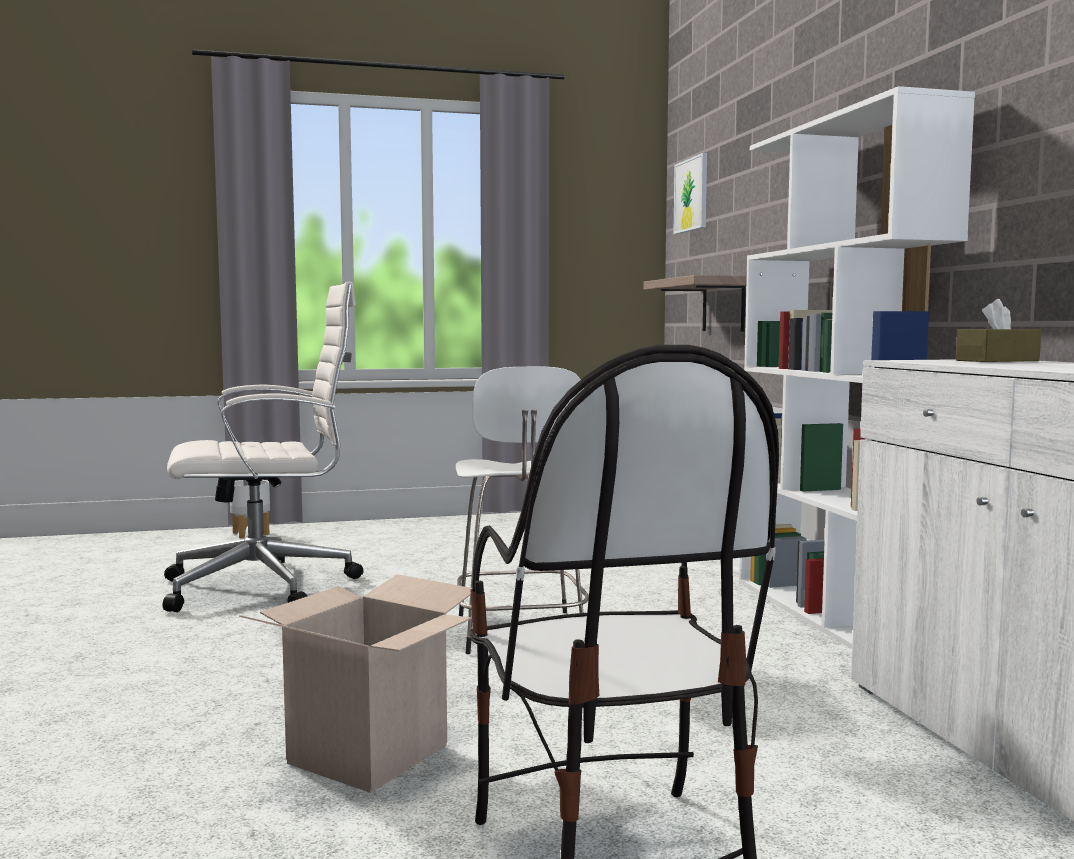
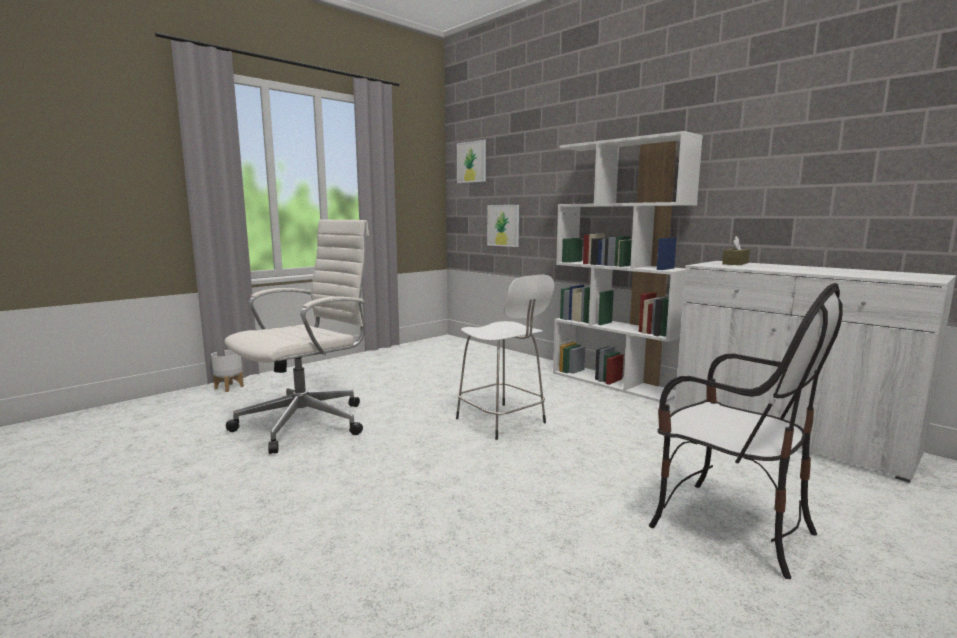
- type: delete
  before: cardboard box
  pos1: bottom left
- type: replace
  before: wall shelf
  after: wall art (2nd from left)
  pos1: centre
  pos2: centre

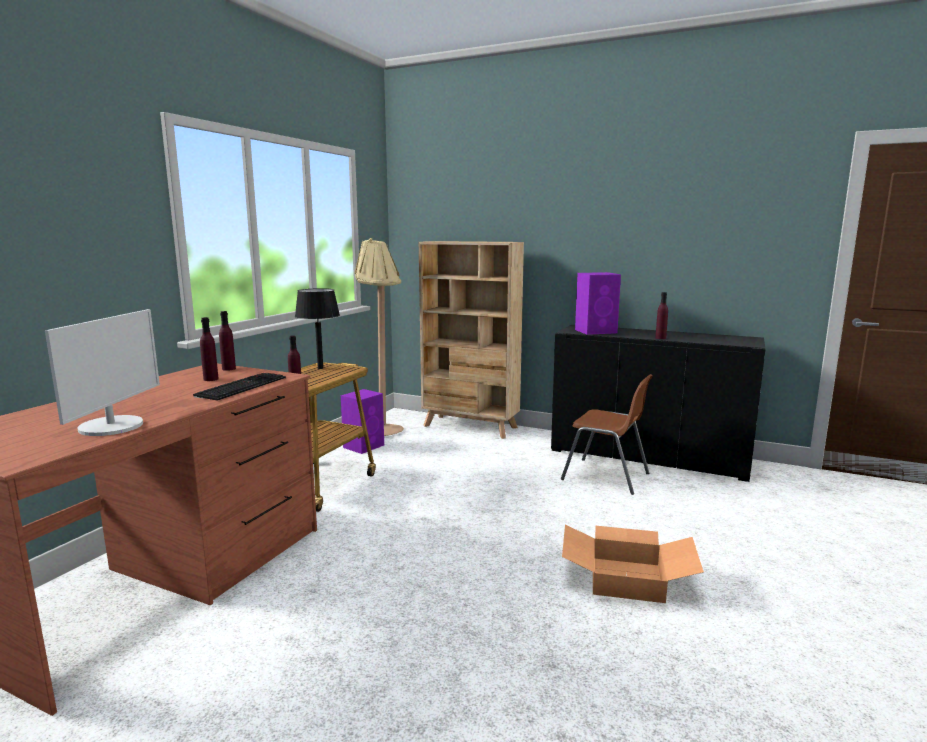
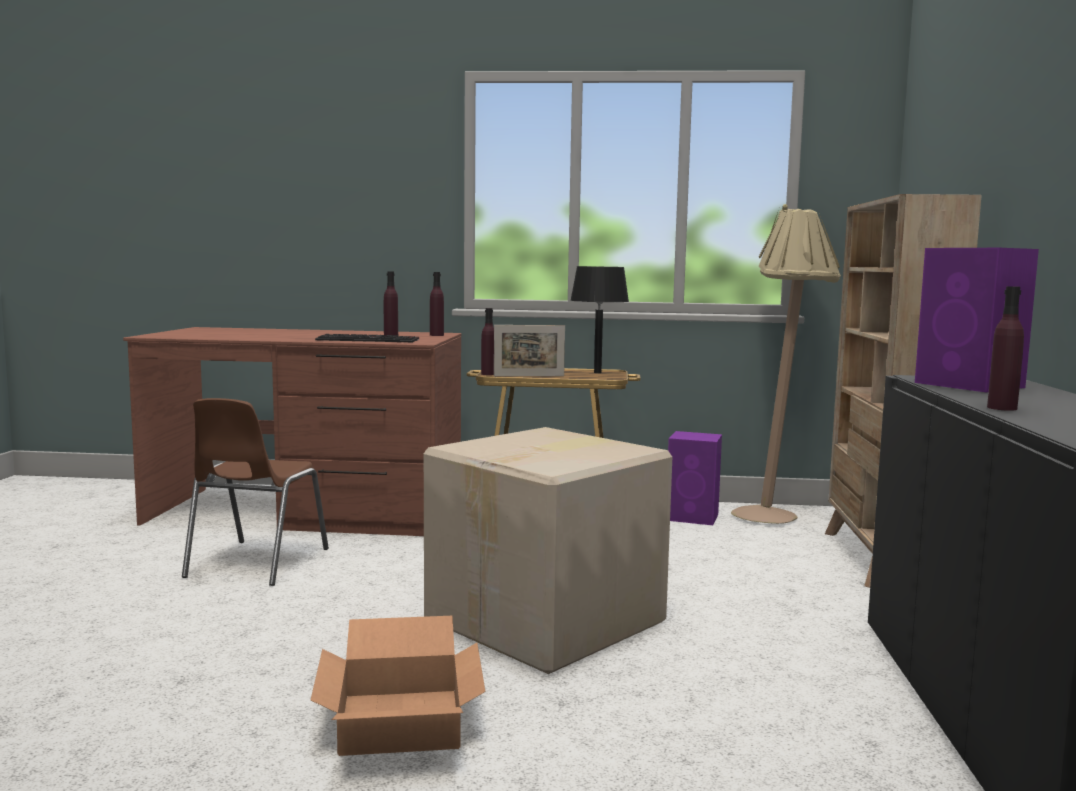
- type: delete
  before: monitor
  pos1: middle left
- type: move
  before: brownish plain chair
  pos1: centre
  pos2: middle left
- type: insert
  after: cardboard box (2nd from left)
  pos2: bottom centre
- type: insert
  after: photo frame
  pos2: centre

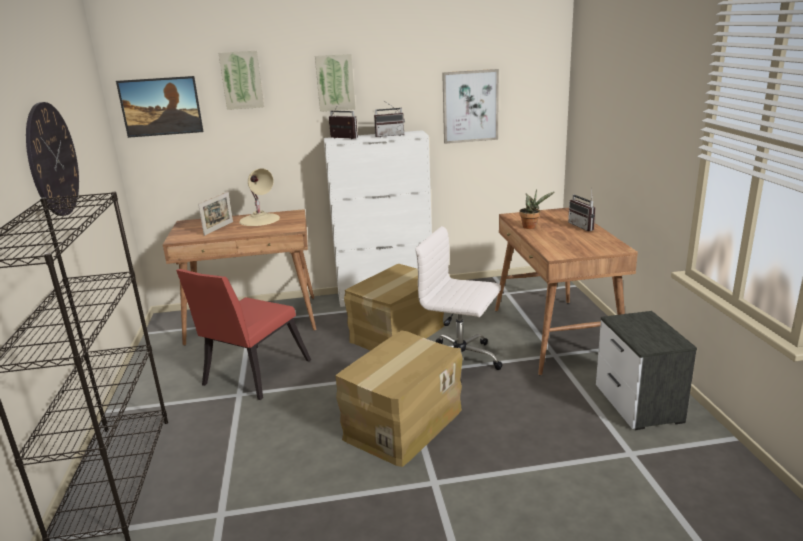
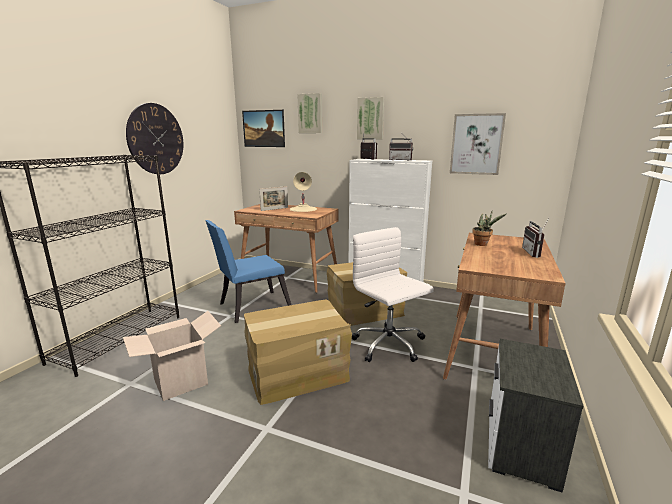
- type: recolor
  before: red-coloured plain chair
  after: blue plain chair
  pos1: middle left
  pos2: centre
- type: insert
  after: cardboard box (1st from left)
  pos2: bottom left

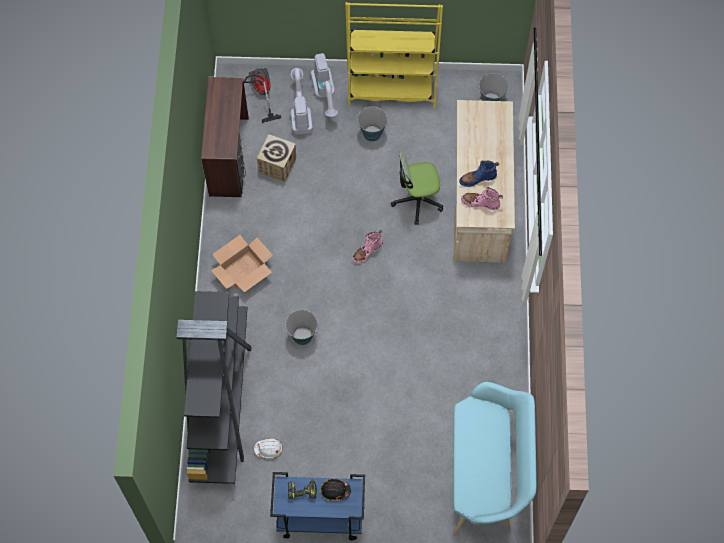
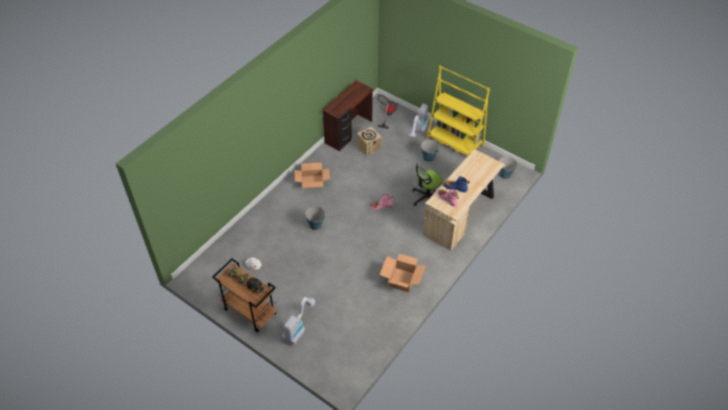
- type: delete
  before: blackish bookcase
  pos1: bottom left
- type: recolor
  before: blue trolley
  after: brownish trolley
  pos1: bottom centre
  pos2: bottom centre
- type: move
  before: hoover (2nd from left in the first image)
  after: hoover (1st from left)
  pos1: top centre
  pos2: bottom centre
- type: rotate
  before: desk chair
  pos1: centre
  pos2: centre
  turn: -60
- type: delete
  before: turquoise-coloured indoor bench
  pos1: bottom right
- type: insert
  after: cardboard box (3rd from left)
  pos2: centre

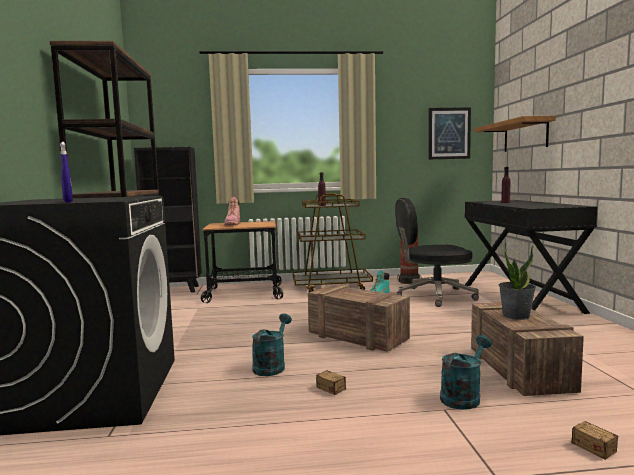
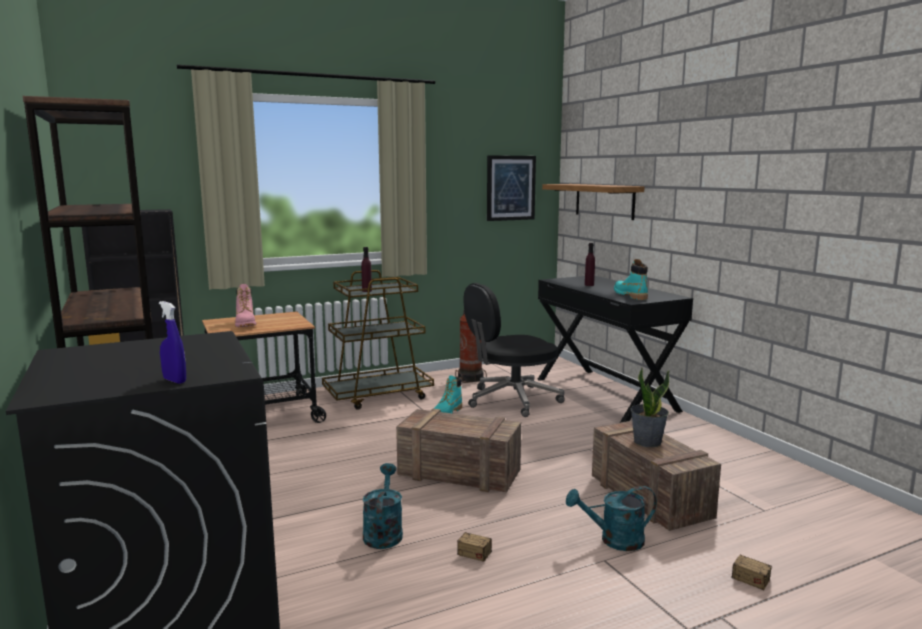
- type: rotate
  before: turquoise-coloured watering pot (2nd from left)
  pos1: bottom right
  pos2: bottom centre
  turn: -120
- type: insert
  after: turquoise-coloured high-top boot (2nd from left)
  pos2: middle right

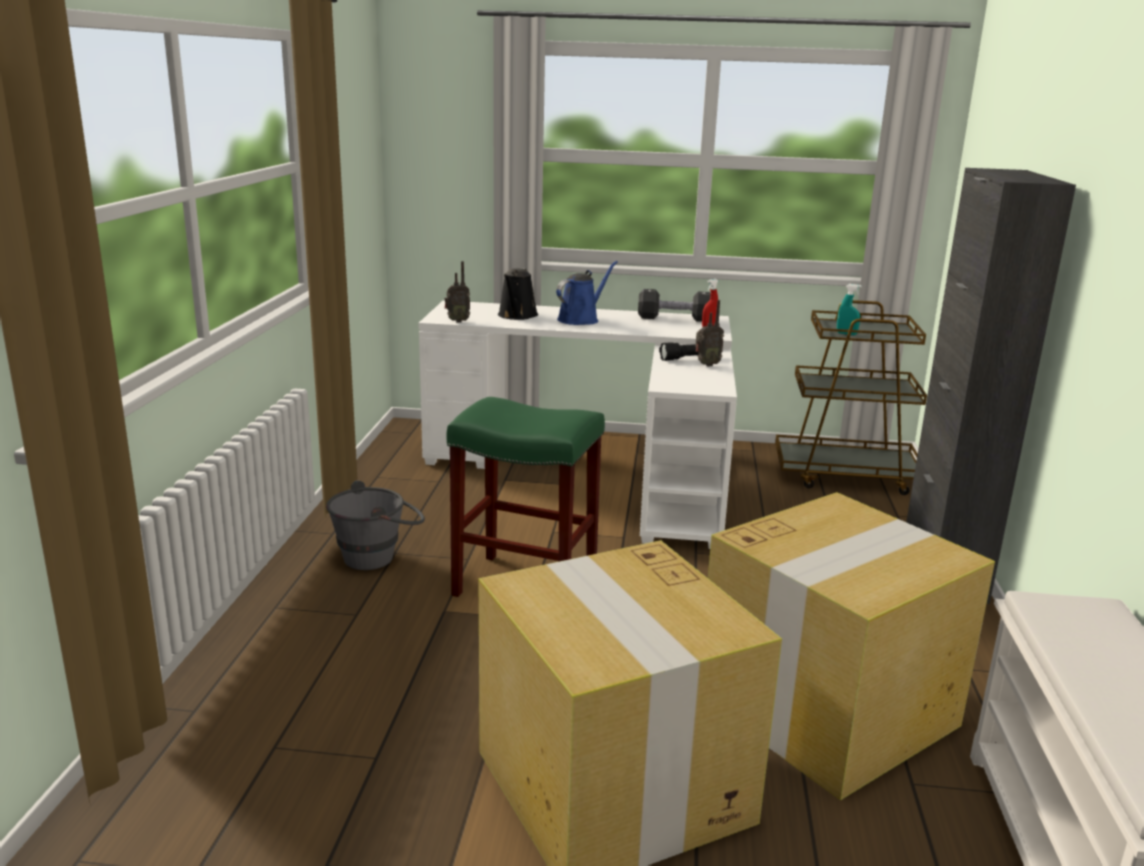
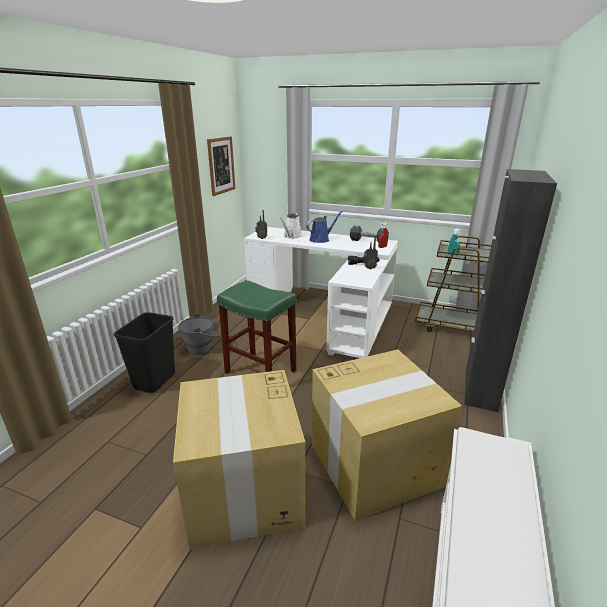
- type: recolor
  before: blackish watering pot
  after: white watering pot
  pos1: centre
  pos2: centre
- type: insert
  after: blackish rubbish bin
  pos2: middle left
- type: insert
  after: wall art
  pos2: top centre

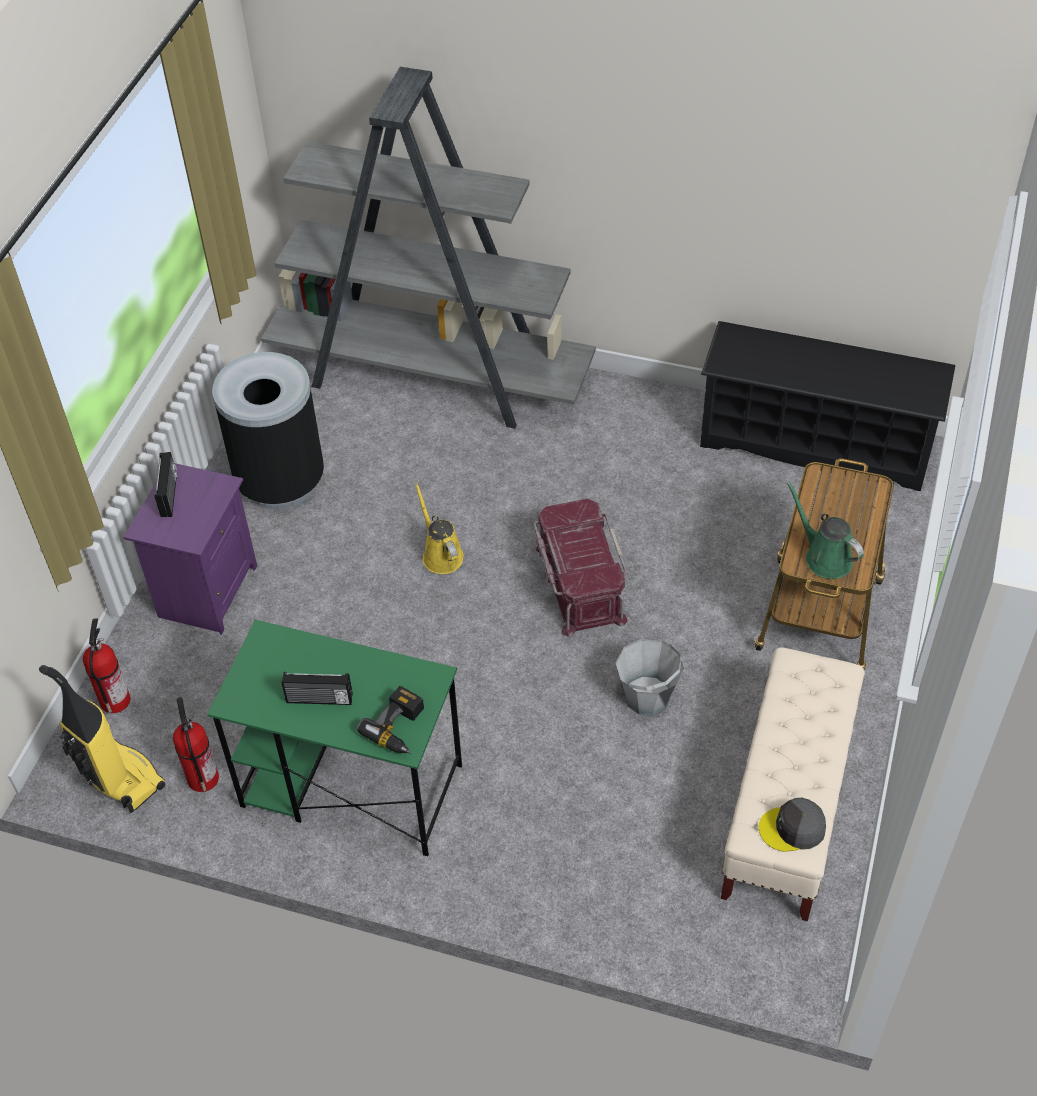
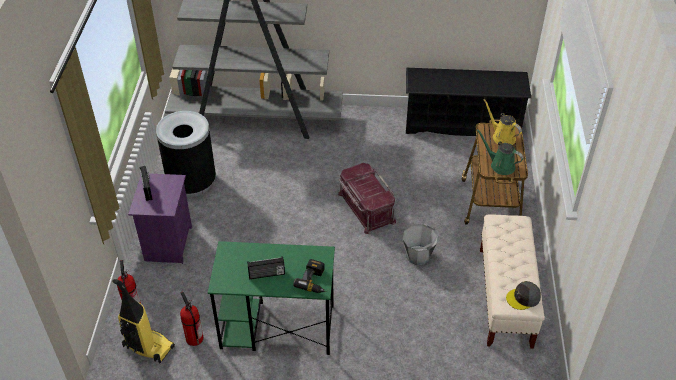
- type: move
  before: yellow-coloured watering pot
  pos1: centre
  pos2: top right

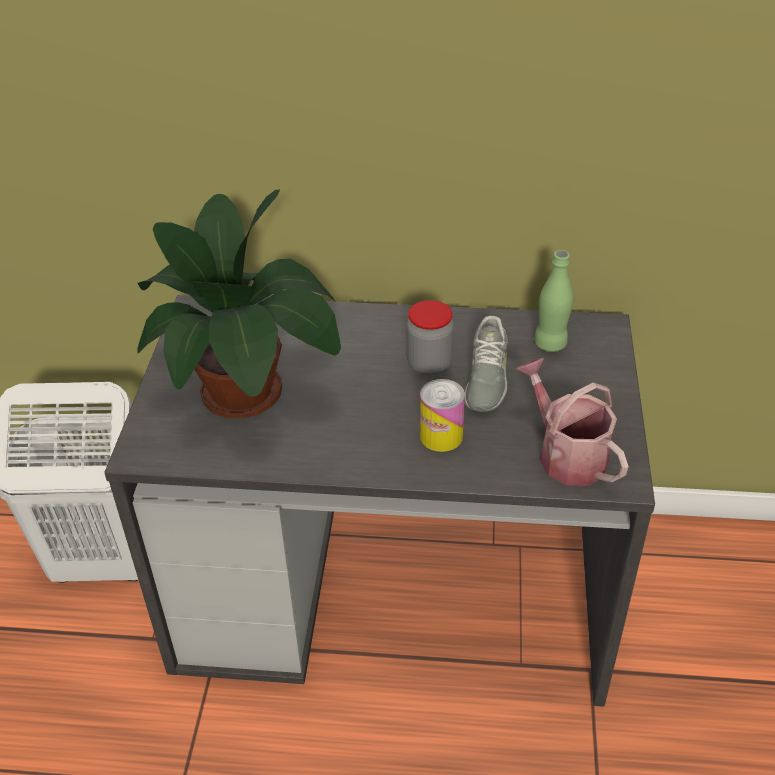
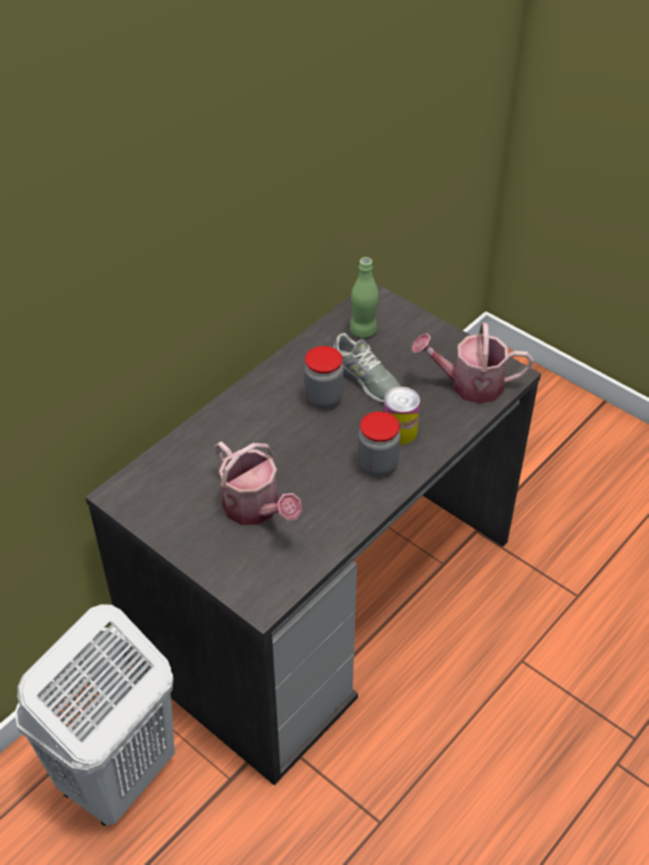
- type: replace
  before: potted plant
  after: watering pot (1st from left)
  pos1: middle left
  pos2: centre
- type: insert
  after: storage jar (2nd from left)
  pos2: centre

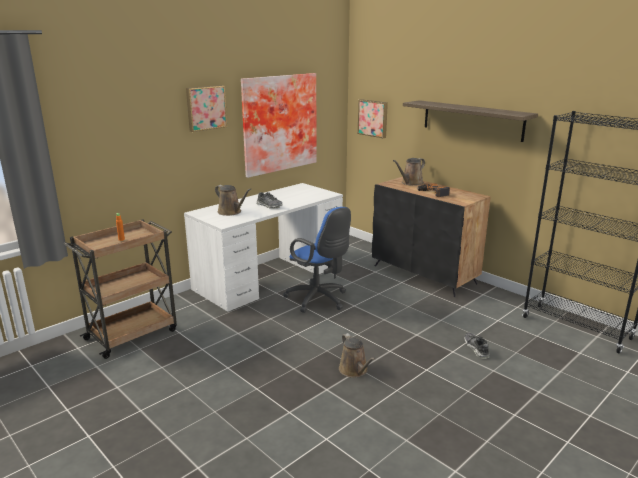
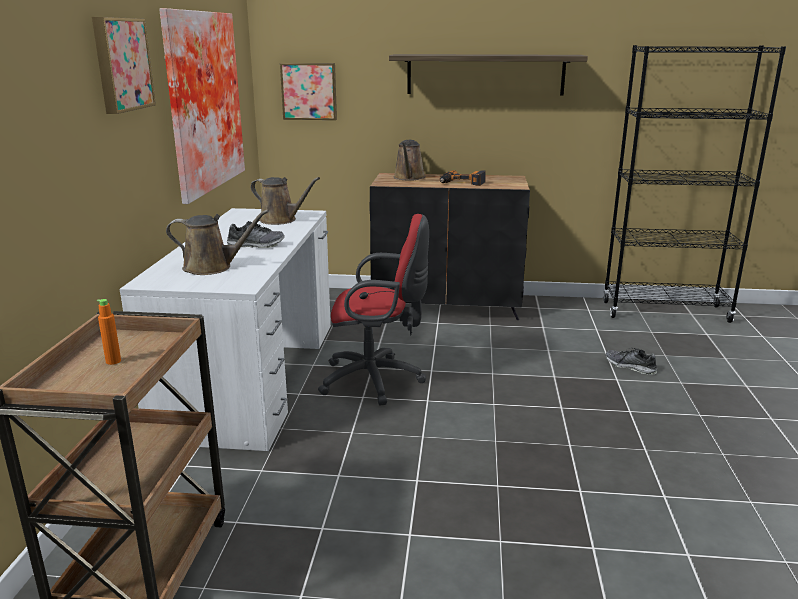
- type: recolor
  before: blue desk chair
  after: red-coloured desk chair
  pos1: centre
  pos2: centre
- type: move
  before: brownish watering pot (2nd from left)
  pos1: bottom centre
  pos2: centre

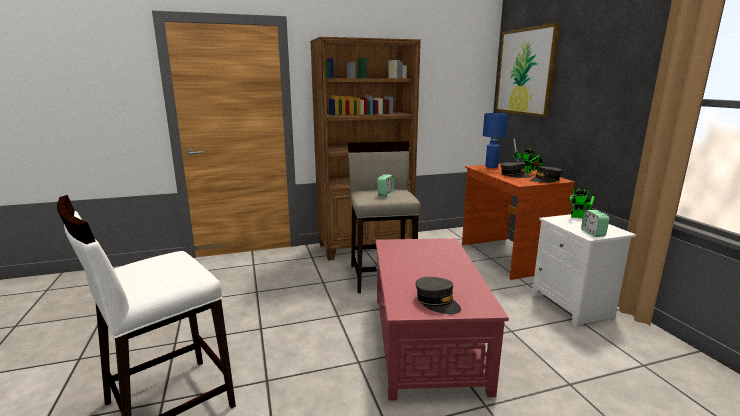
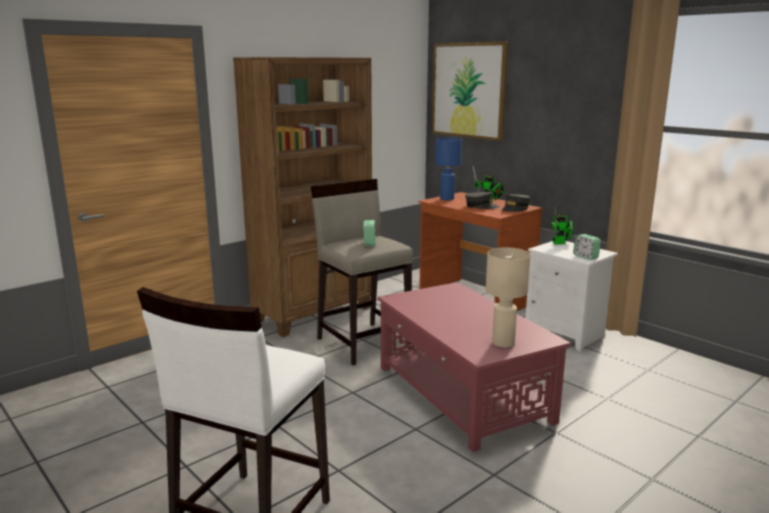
- type: replace
  before: grey cap (1st from left)
  after: beige table lamp
  pos1: bottom centre
  pos2: centre

